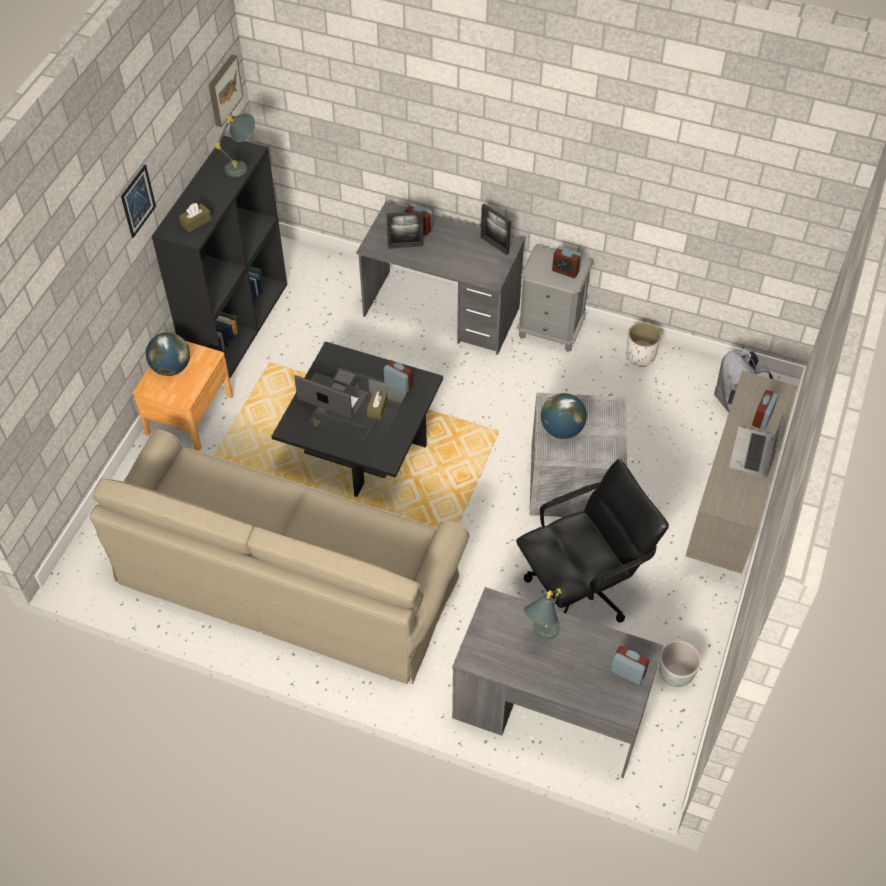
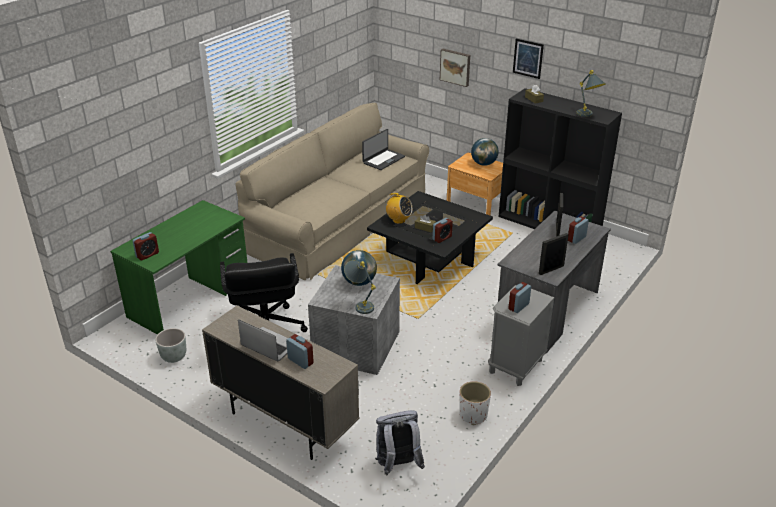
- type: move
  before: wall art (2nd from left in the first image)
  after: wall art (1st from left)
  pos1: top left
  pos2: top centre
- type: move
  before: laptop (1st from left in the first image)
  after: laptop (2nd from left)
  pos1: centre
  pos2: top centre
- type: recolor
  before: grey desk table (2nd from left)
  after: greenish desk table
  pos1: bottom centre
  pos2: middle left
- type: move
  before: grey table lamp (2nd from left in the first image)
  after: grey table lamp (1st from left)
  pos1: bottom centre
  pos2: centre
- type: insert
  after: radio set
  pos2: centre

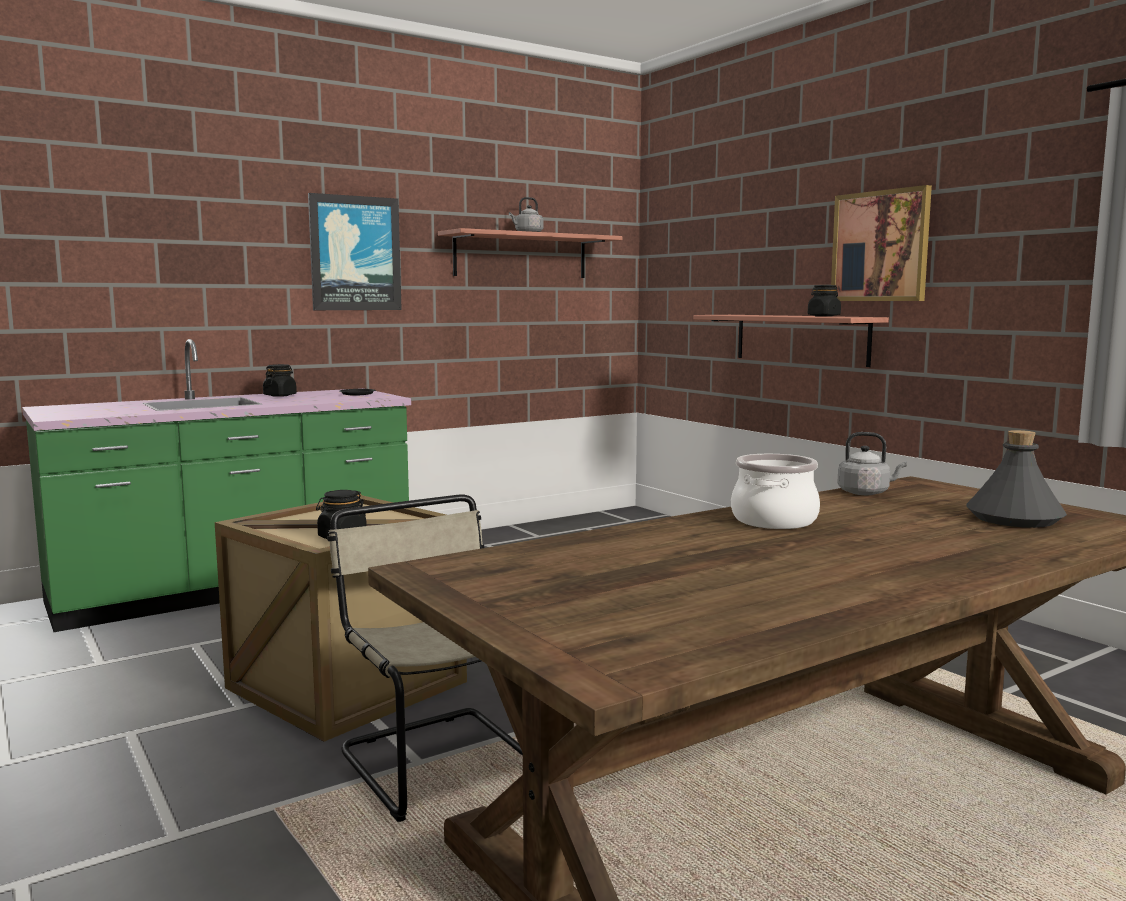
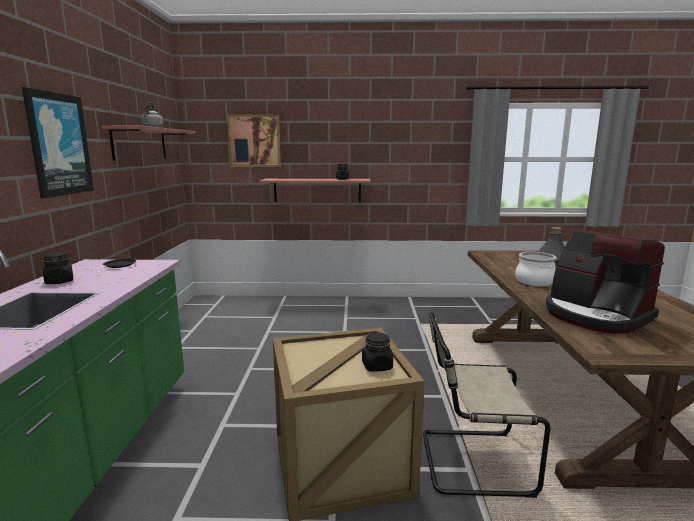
- type: move
  before: wall art (2nd from left)
  pos1: top right
  pos2: top centre
- type: delete
  before: grey water kettle (2nd from left)
  pos1: middle right
- type: insert
  after: coffee maker
  pos2: middle right

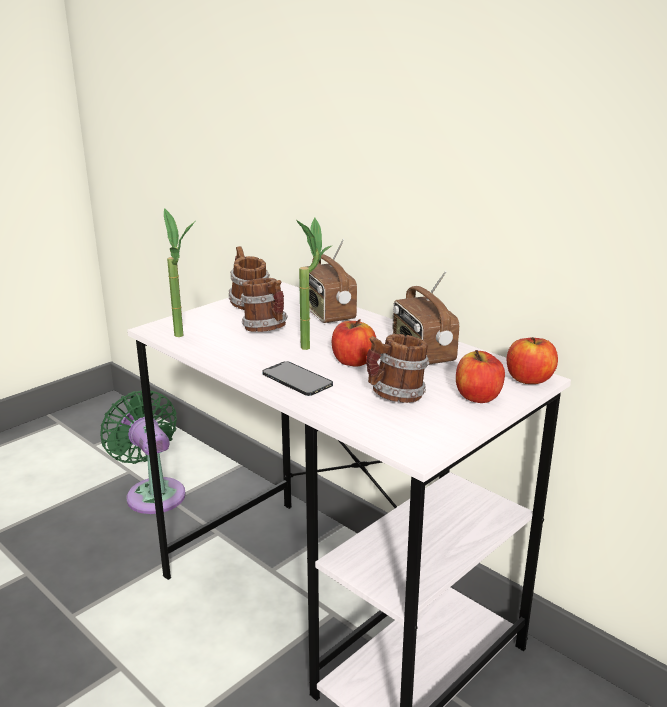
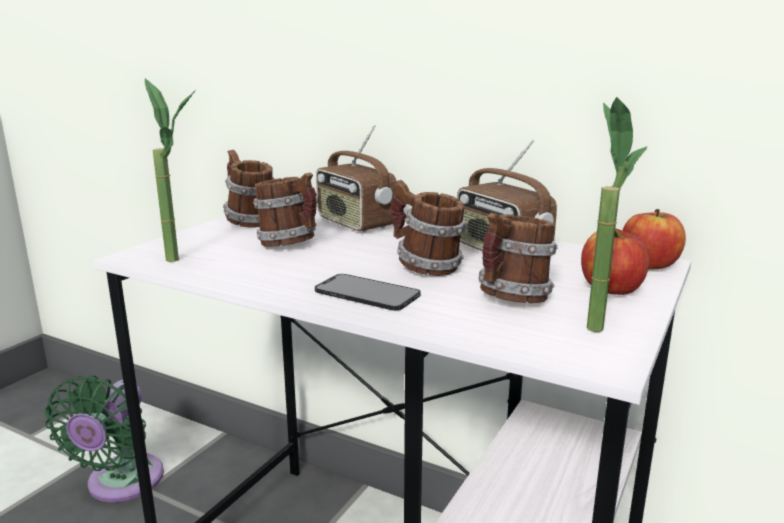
- type: rotate
  before: greenish electric fan
  pos1: middle left
  pos2: bottom left
  turn: -120
- type: move
  before: potted plant (2nd from left)
  pos1: centre
  pos2: middle right
- type: replace
  before: apple fruit (1st from left)
  after: tea mug (3rd from left)
  pos1: centre
  pos2: centre

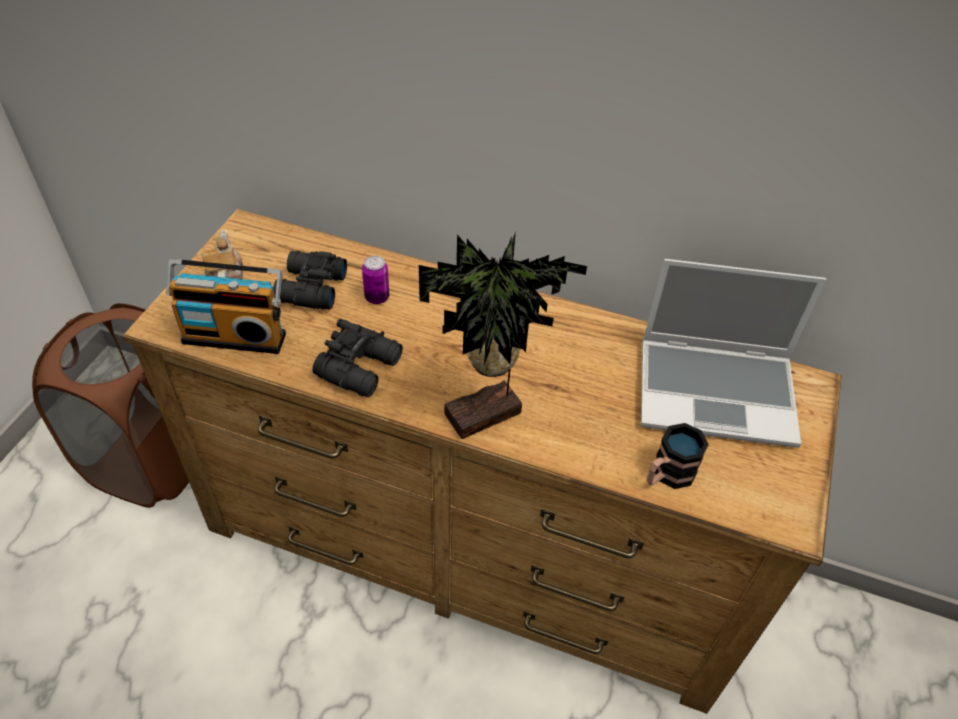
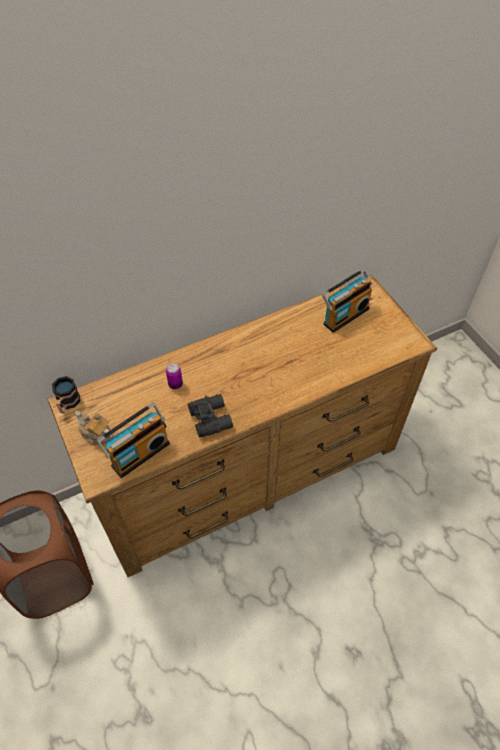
- type: delete
  before: blackish binoculars (1st from left)
  pos1: middle left
- type: delete
  before: potted plant
  pos1: centre
- type: replace
  before: laptop
  after: radio set (2nd from left)
  pos1: middle right
  pos2: middle right
- type: move
  before: tea mug
  pos1: middle right
  pos2: middle left

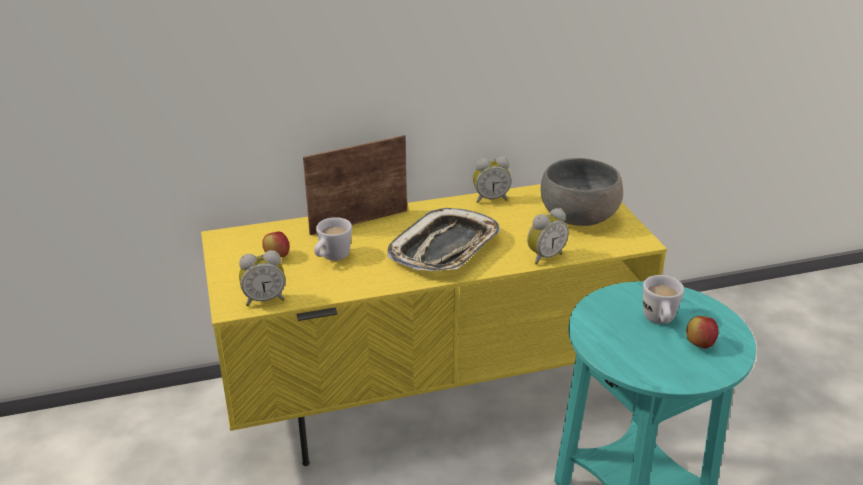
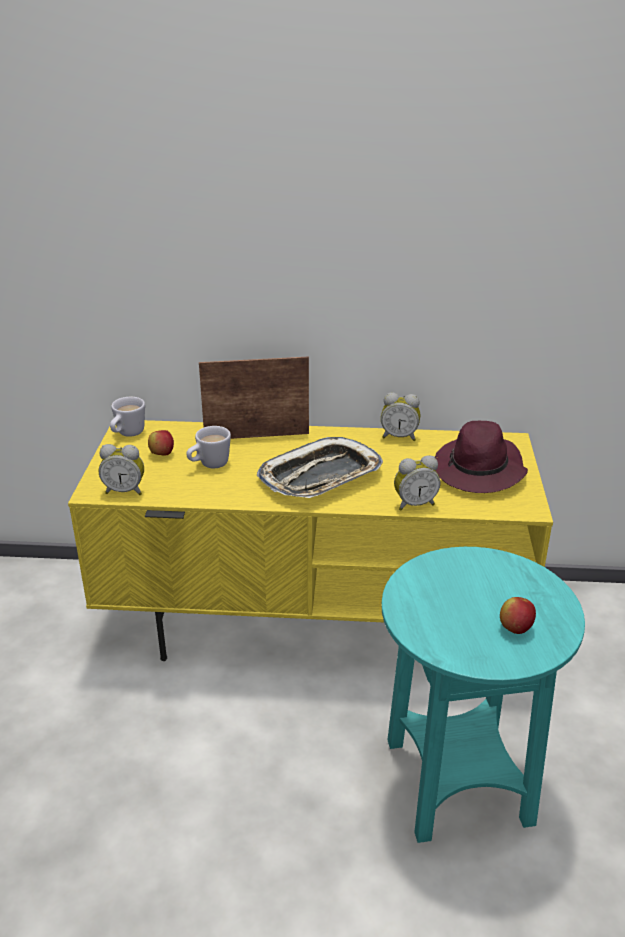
- type: replace
  before: grey deep dish
  after: purplish wearable hat
  pos1: middle right
  pos2: middle right
- type: move
  before: white tea mug (2nd from left in the first image)
  after: white tea mug (1st from left)
  pos1: middle right
  pos2: middle left

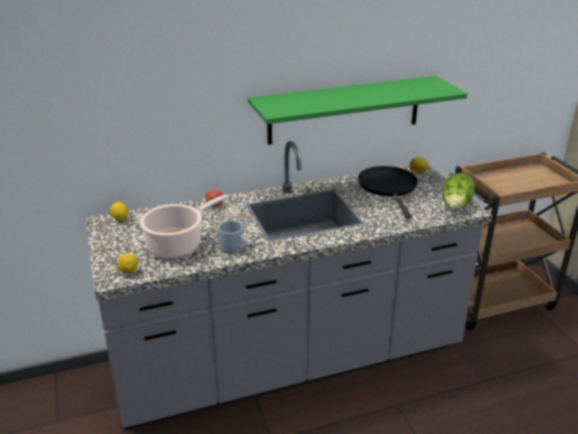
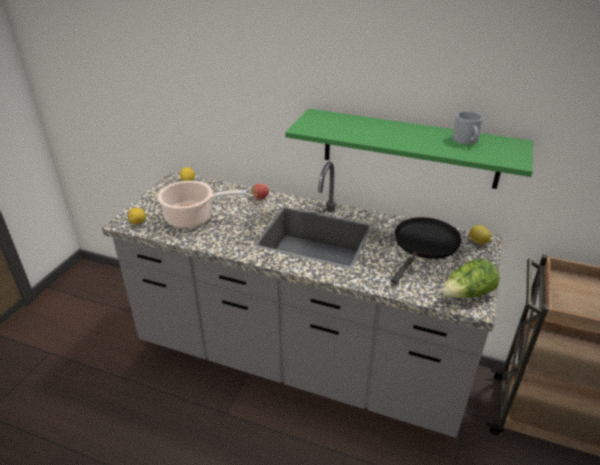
- type: move
  before: grey tea mug
  pos1: centre
  pos2: top right

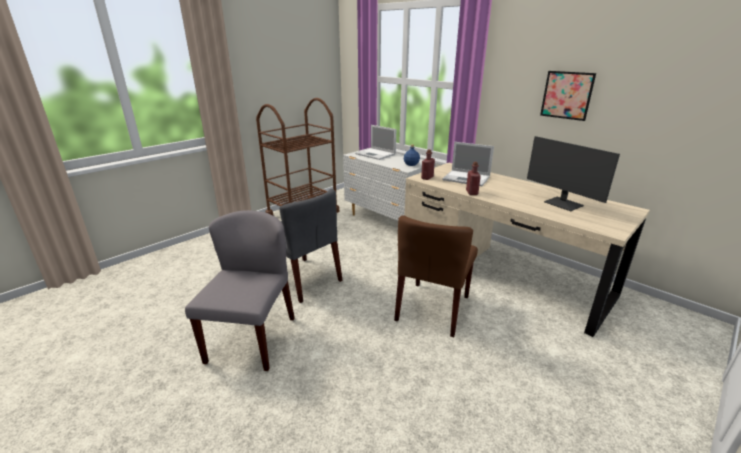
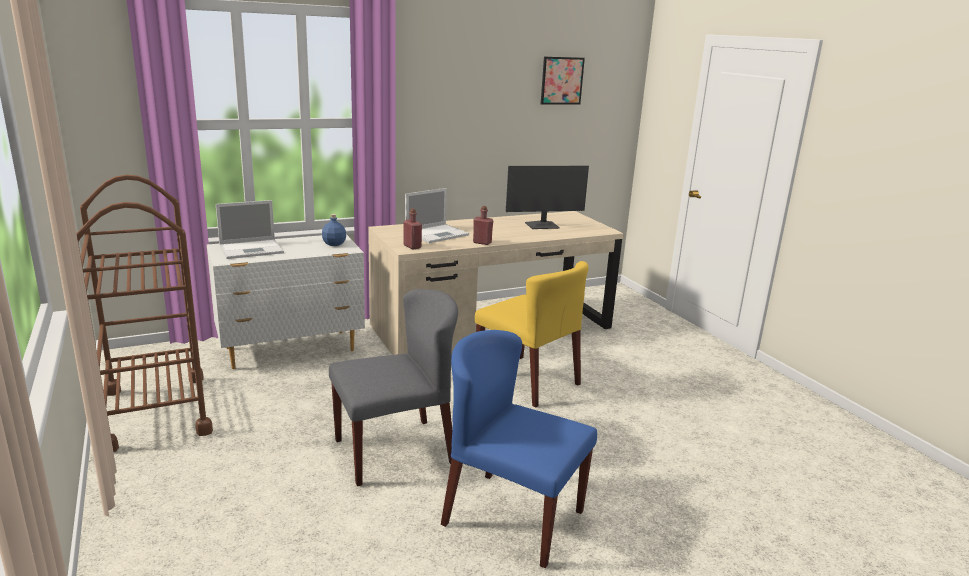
- type: recolor
  before: grey plain chair (1st from left)
  after: blue plain chair
  pos1: middle left
  pos2: bottom centre
- type: recolor
  before: brownish plain chair
  after: yellow-coloured plain chair
  pos1: centre
  pos2: centre
- type: move
  before: wall art
  pos1: top right
  pos2: top centre

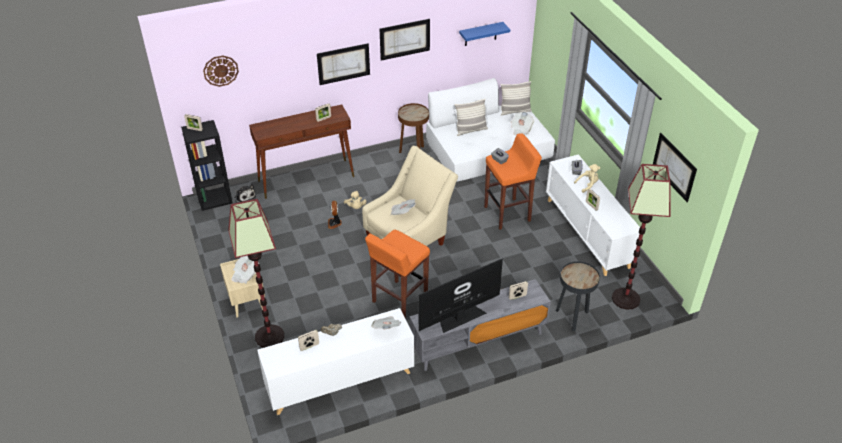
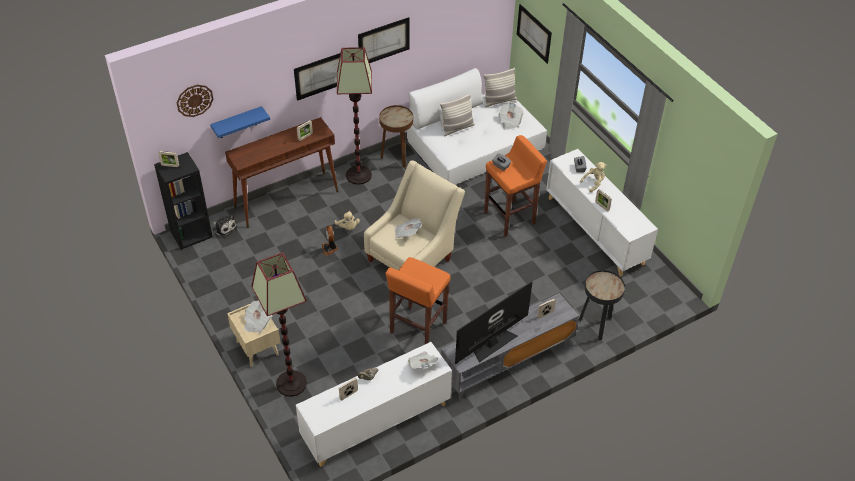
- type: move
  before: blue wall shelf
  pos1: top centre
  pos2: top left
- type: move
  before: floor lamp (2nd from left)
  pos1: middle right
  pos2: top centre
- type: move
  before: wall art (3rd from left)
  pos1: middle right
  pos2: top centre

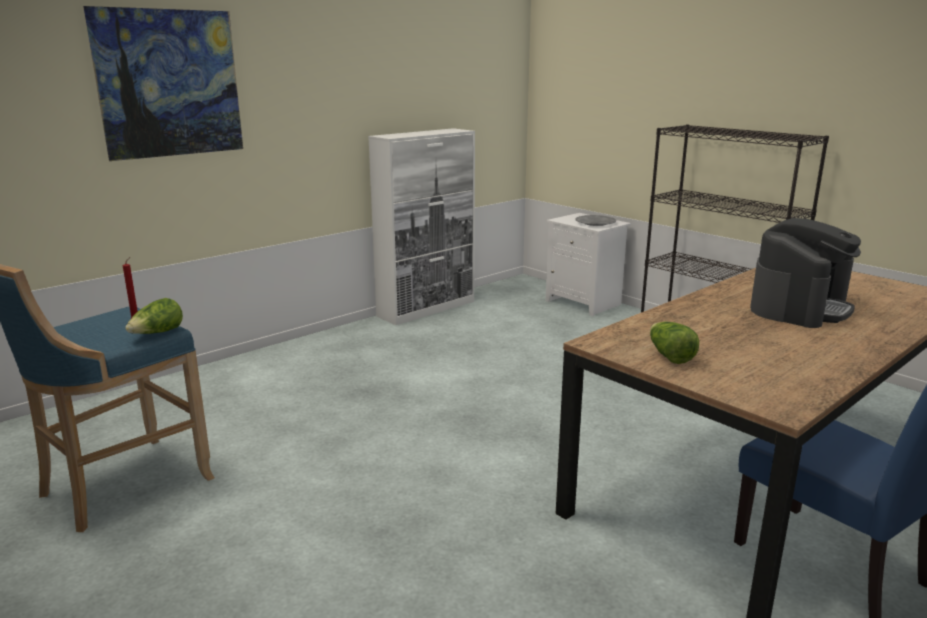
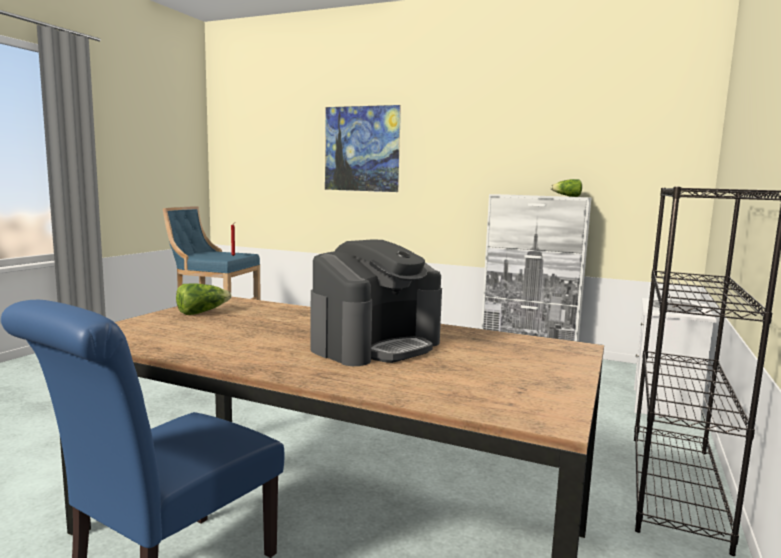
- type: move
  before: head of lettuce (1st from left in the first image)
  after: head of lettuce (2nd from left)
  pos1: middle left
  pos2: middle right
- type: rotate
  before: coffee maker
  pos1: middle right
  pos2: centre
  turn: -60

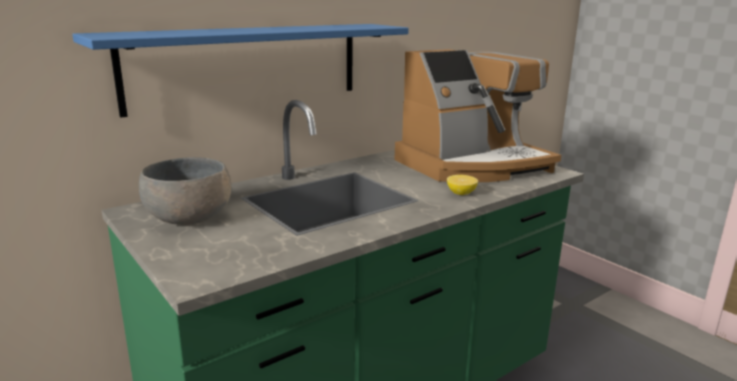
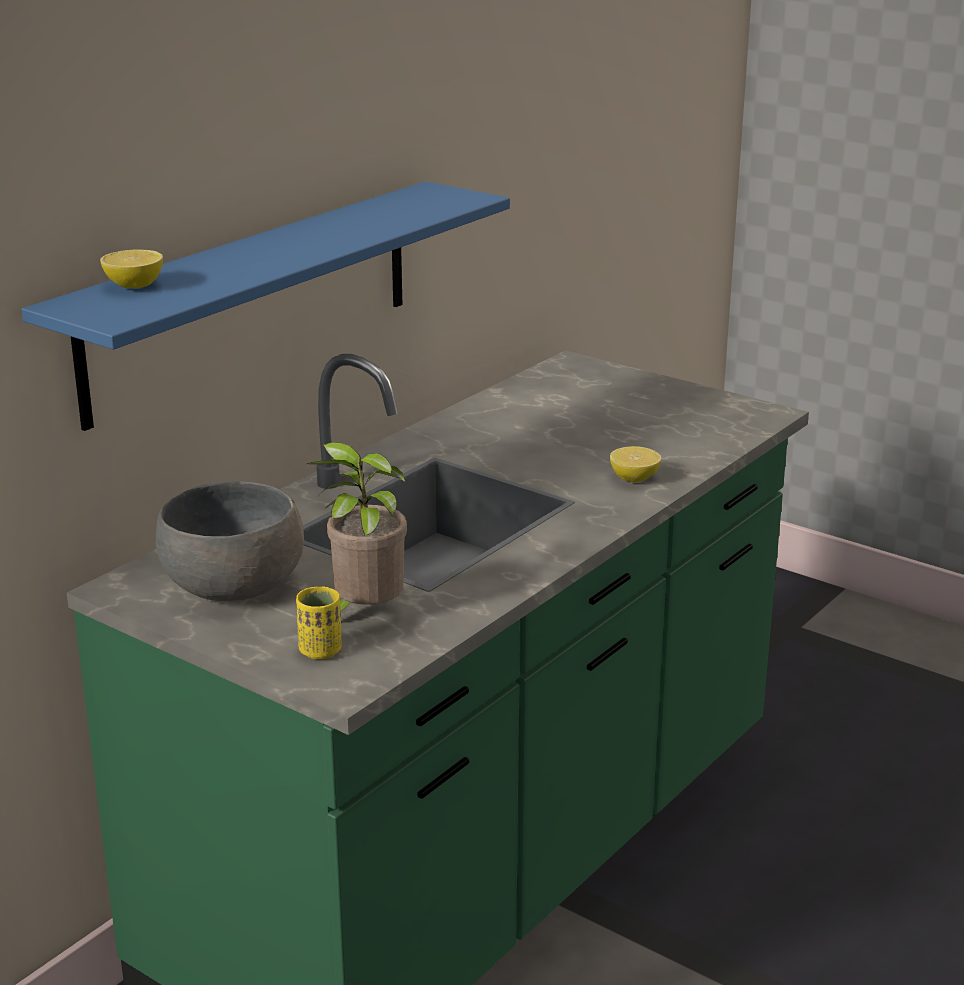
- type: delete
  before: coffee maker
  pos1: top centre
- type: insert
  after: whole lemon (1st from left)
  pos2: top left
- type: insert
  after: yellow-coloured cup
  pos2: middle left
- type: insert
  after: potted plant
  pos2: centre

